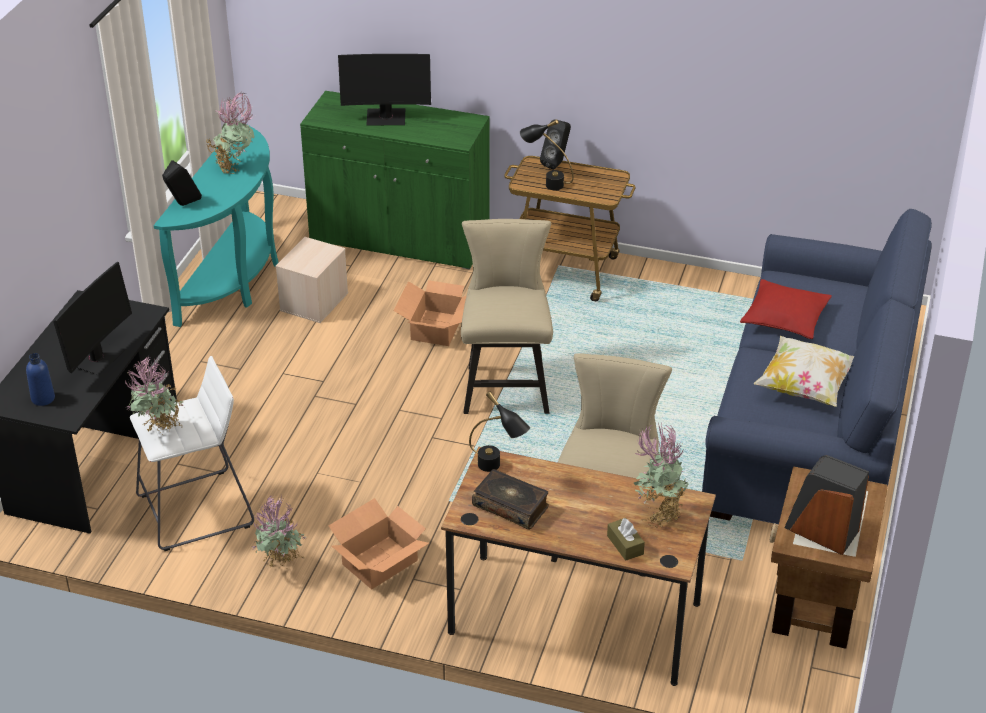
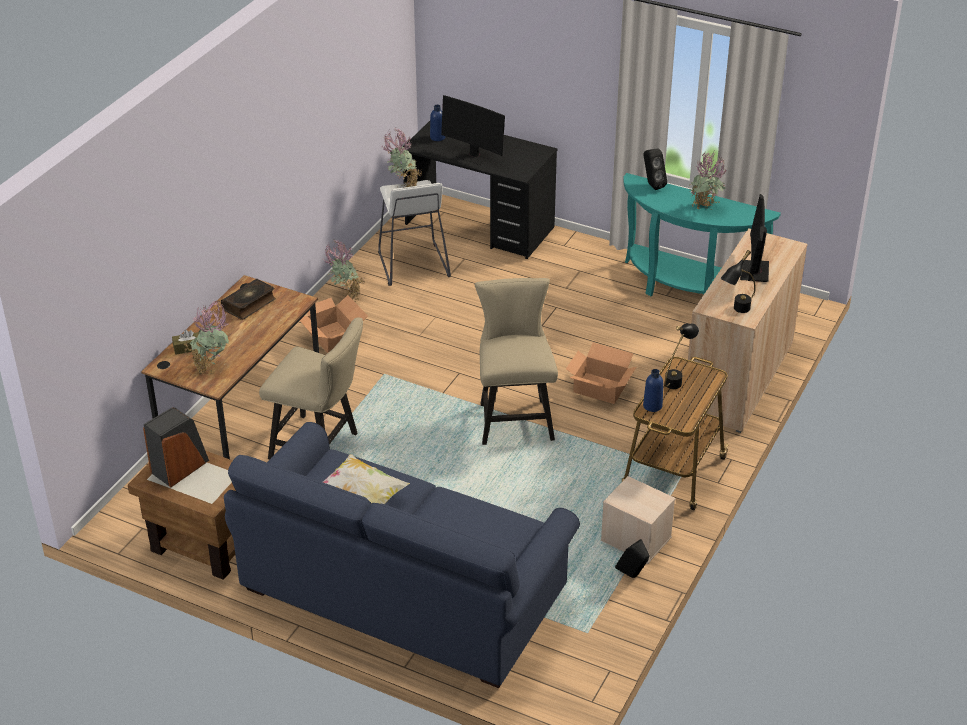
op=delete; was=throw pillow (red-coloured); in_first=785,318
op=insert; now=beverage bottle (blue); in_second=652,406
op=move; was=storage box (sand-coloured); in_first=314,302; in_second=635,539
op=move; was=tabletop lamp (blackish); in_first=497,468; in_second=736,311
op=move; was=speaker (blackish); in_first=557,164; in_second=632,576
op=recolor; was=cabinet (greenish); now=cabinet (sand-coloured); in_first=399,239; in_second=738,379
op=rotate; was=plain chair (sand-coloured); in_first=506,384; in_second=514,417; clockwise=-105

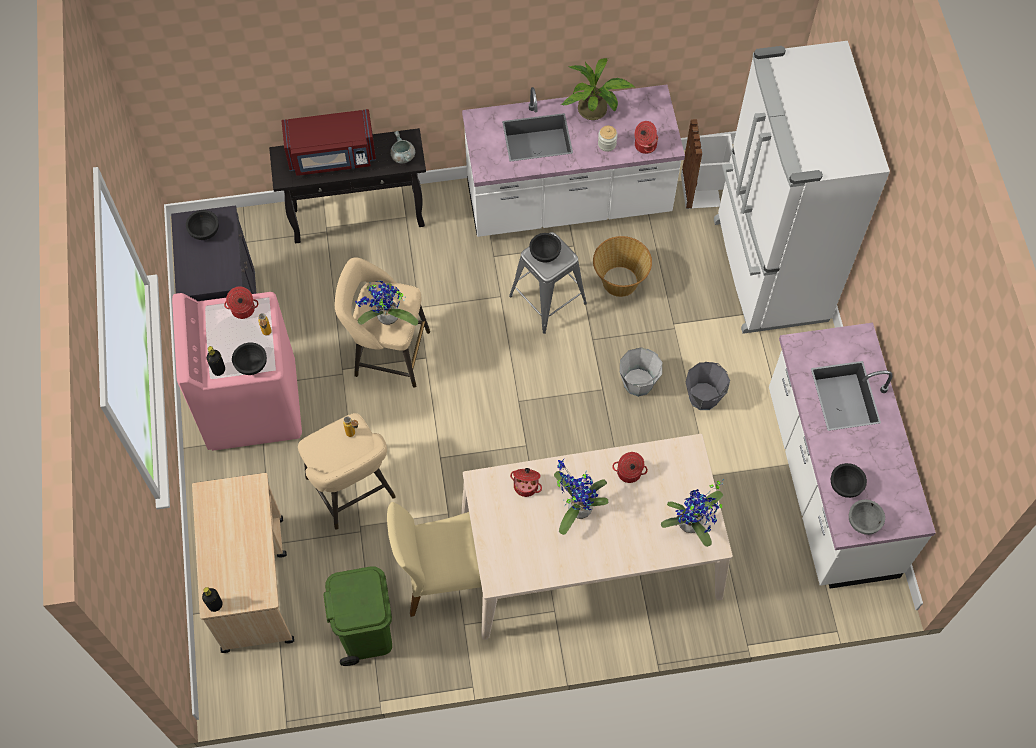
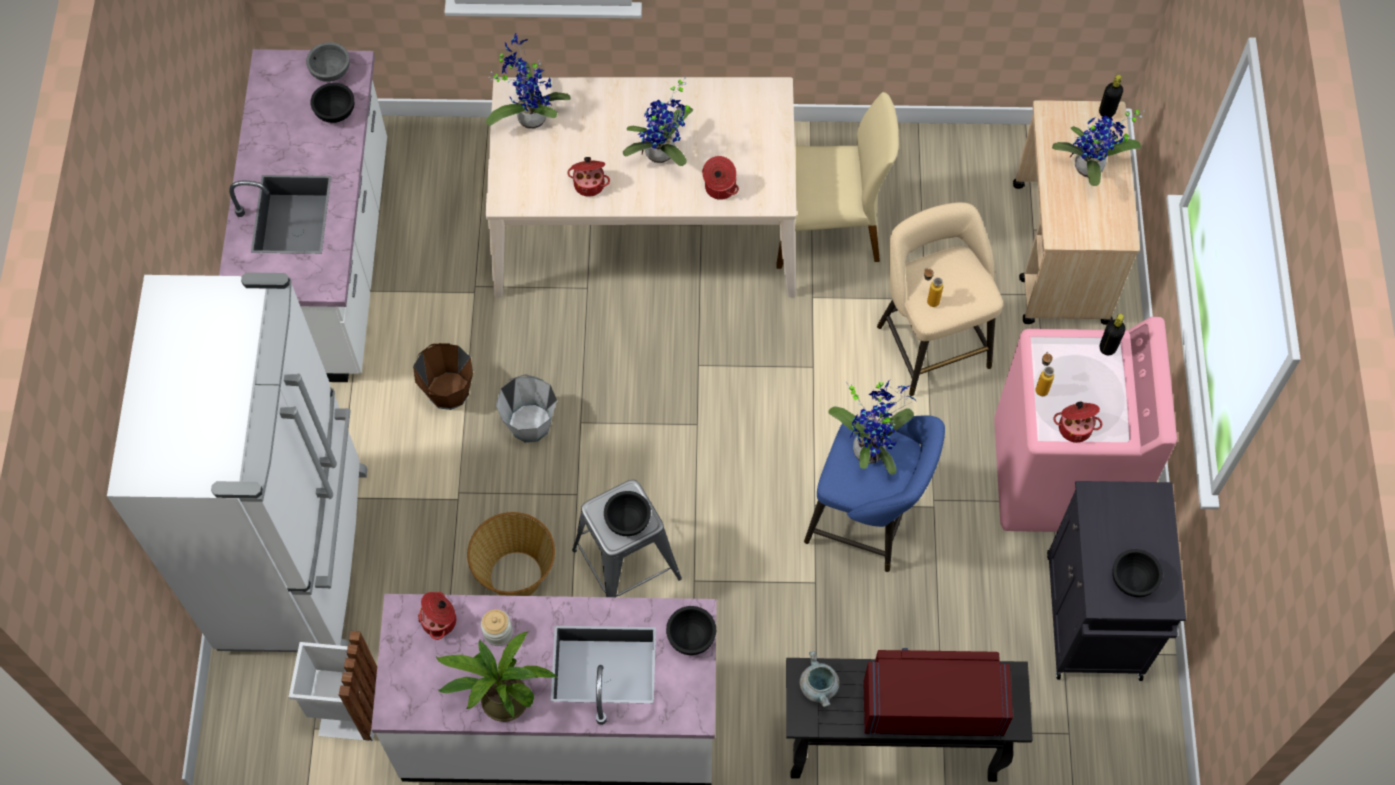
op=delete; was=rubbish bin (greenish); in_first=366,632
op=insert; now=houseplant; in_second=1090,170
op=move; was=serving bowl (blackish); in_first=251,364; in_second=691,637
op=recolor; was=stool (sand-coloured); now=stool (blue); in_first=387,353; in_second=868,520
op=recolor; was=water bucket (greyish); now=water bucket (brown-coloured); in_first=704,397; in_second=448,391

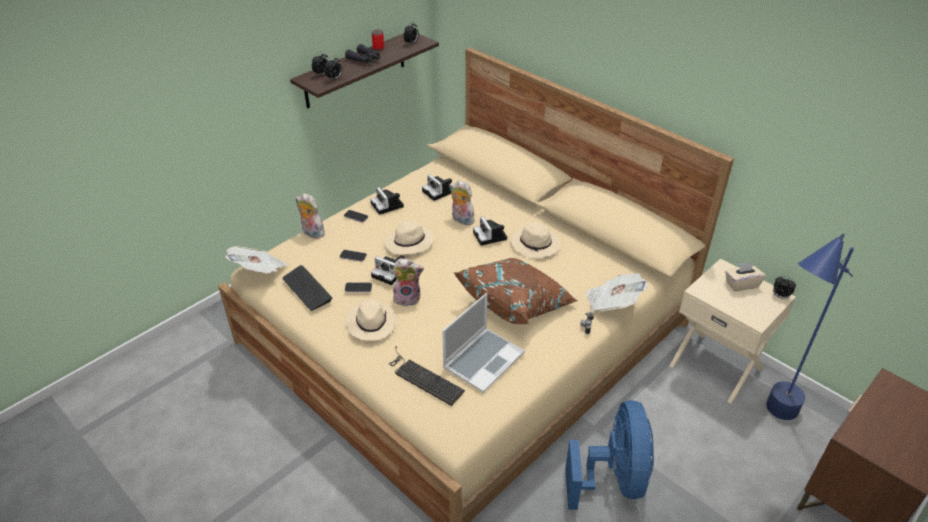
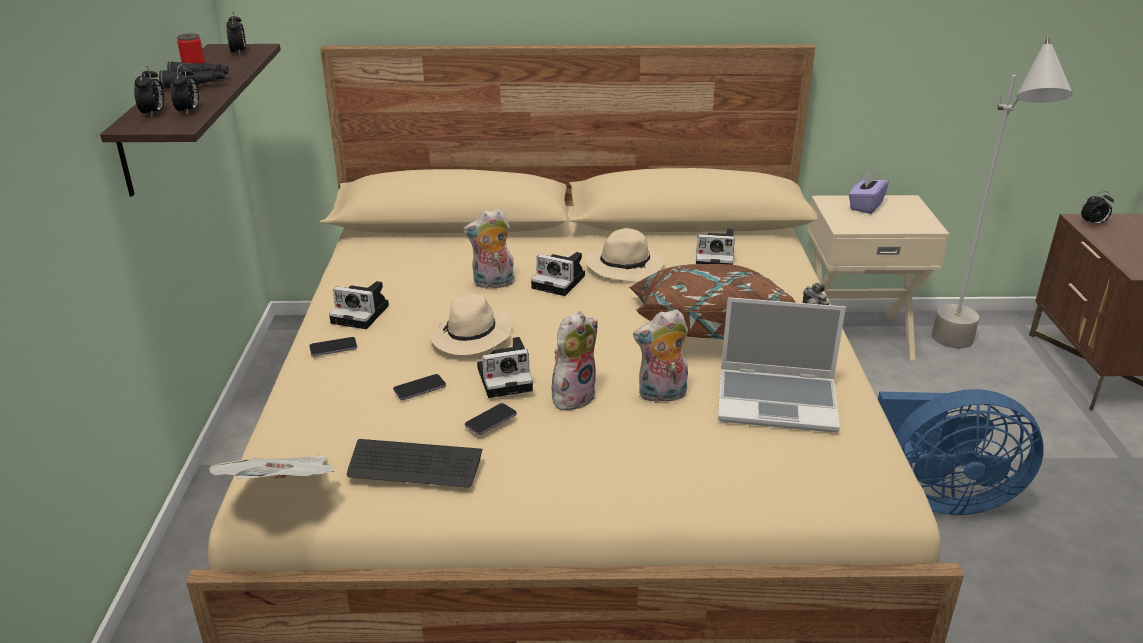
op=delete; was=hat (sand-coloured); in_first=370,323
op=delete; was=PC keyboard; in_first=423,377
op=delete; was=newspaper; in_first=612,303
op=move; was=soft toy; in_first=311,233; in_second=661,395
op=move; was=photo camera; in_first=439,192; in_second=716,259
op=move; was=table clock; in_first=780,296; in_second=1093,224
op=recolor; was=box of tissues (sand-coloured); now=box of tissues (purple-coloured); in_first=741,284; in_second=865,206
op=recolor; was=floor lamp (blue); now=floor lamp (greyish); in_first=767,421; in_second=961,356
op=rotate; was=portable computer; in_first=483,359; in_second=778,401; clockwise=105
op=rotate; was=fan (blue); in_first=613,479; in_second=940,496; clockwise=135

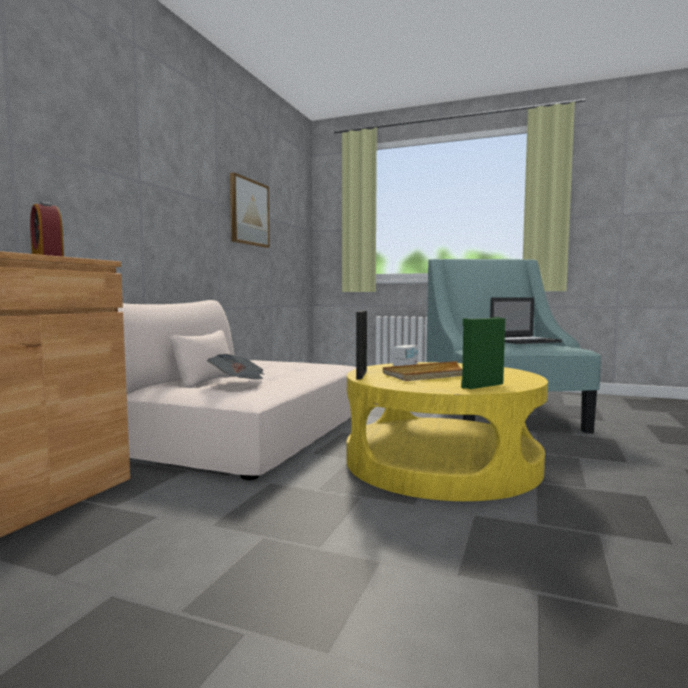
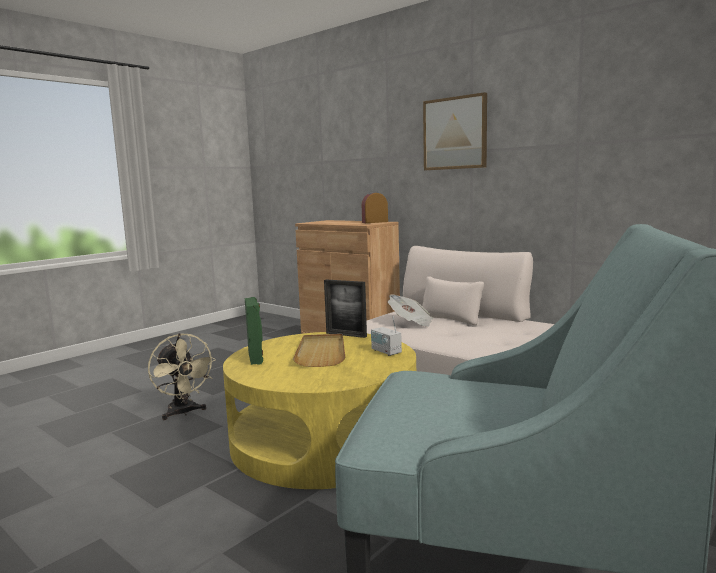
op=delete; was=portable computer; in_first=525,341
op=insert; now=fan (sand-coloured); in_second=183,413
op=move; was=wall picture; in_first=248,212; in_second=455,133

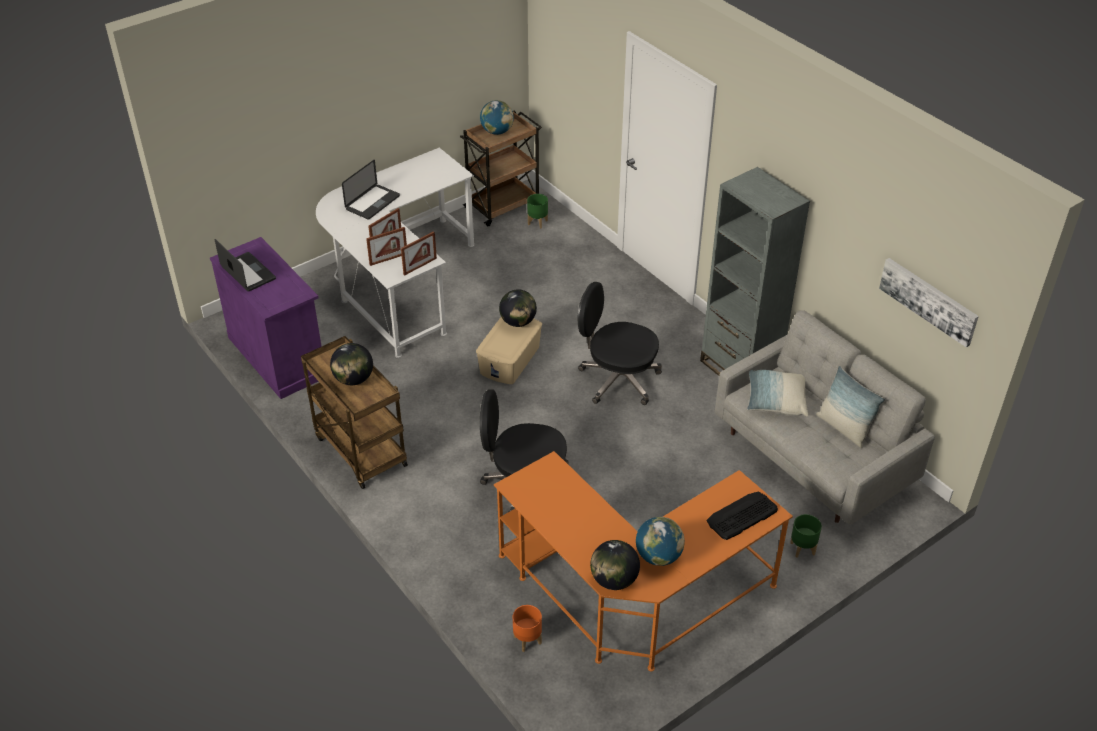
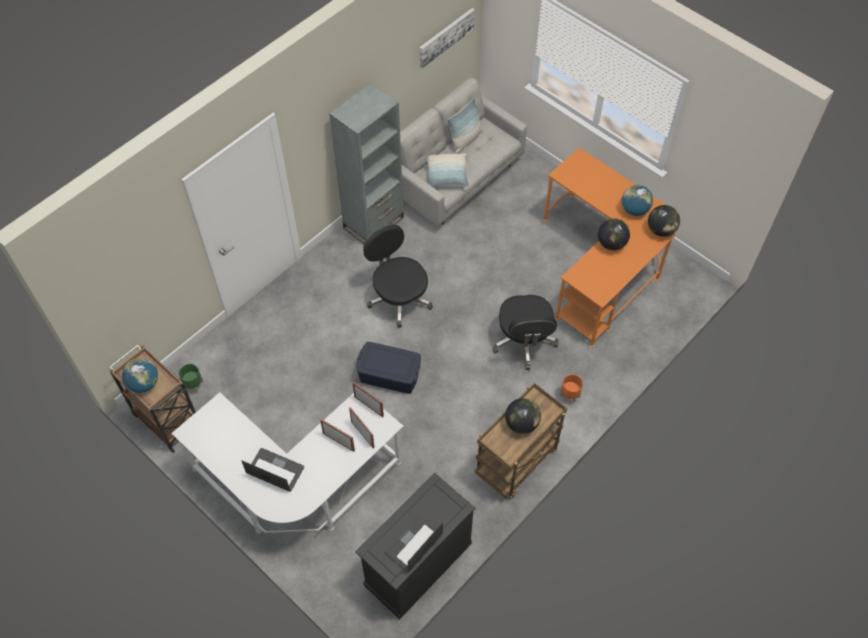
op=delete; was=PC keyboard; in_first=741,516
op=delete; was=flower pot (greenish); in_first=802,548
op=move; was=desk globe; in_first=518,322; in_second=611,243
op=move; was=flower pot (orange-coloured); in_first=527,639; in_second=569,396
op=recolor; was=cabinet (purple-coloured); now=cabinet (blackish); in_first=278,356; in_second=417,563
op=recolor; was=storage box (sand-coloured); now=storage box (blue); in_first=510,360; in_second=389,374
op=rotate; was=office chair (blackish); in_first=617,379; in_second=399,298; clockwise=135

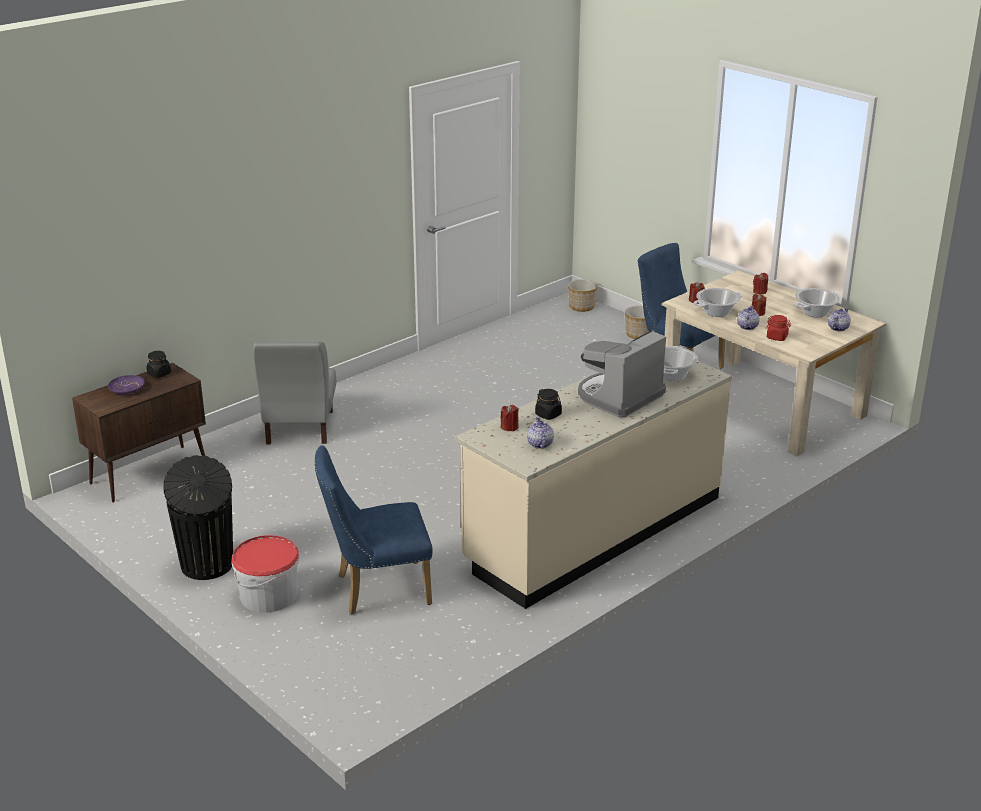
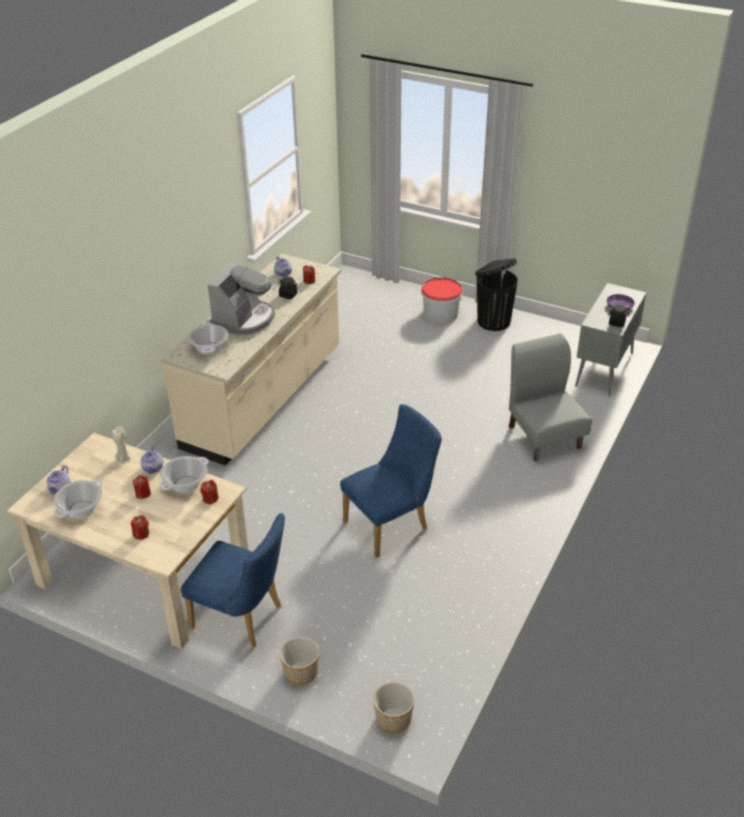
op=move; was=plain chair (blue); in_first=376,589; in_second=391,524
op=replace; was=storage jar (red-coloured); now=wax candle (sand-coloured); in_first=777,337; in_second=123,459
op=recolor; was=cabinet (brown-coloured); now=cabinet (greyish); in_first=150,473; in_second=604,370

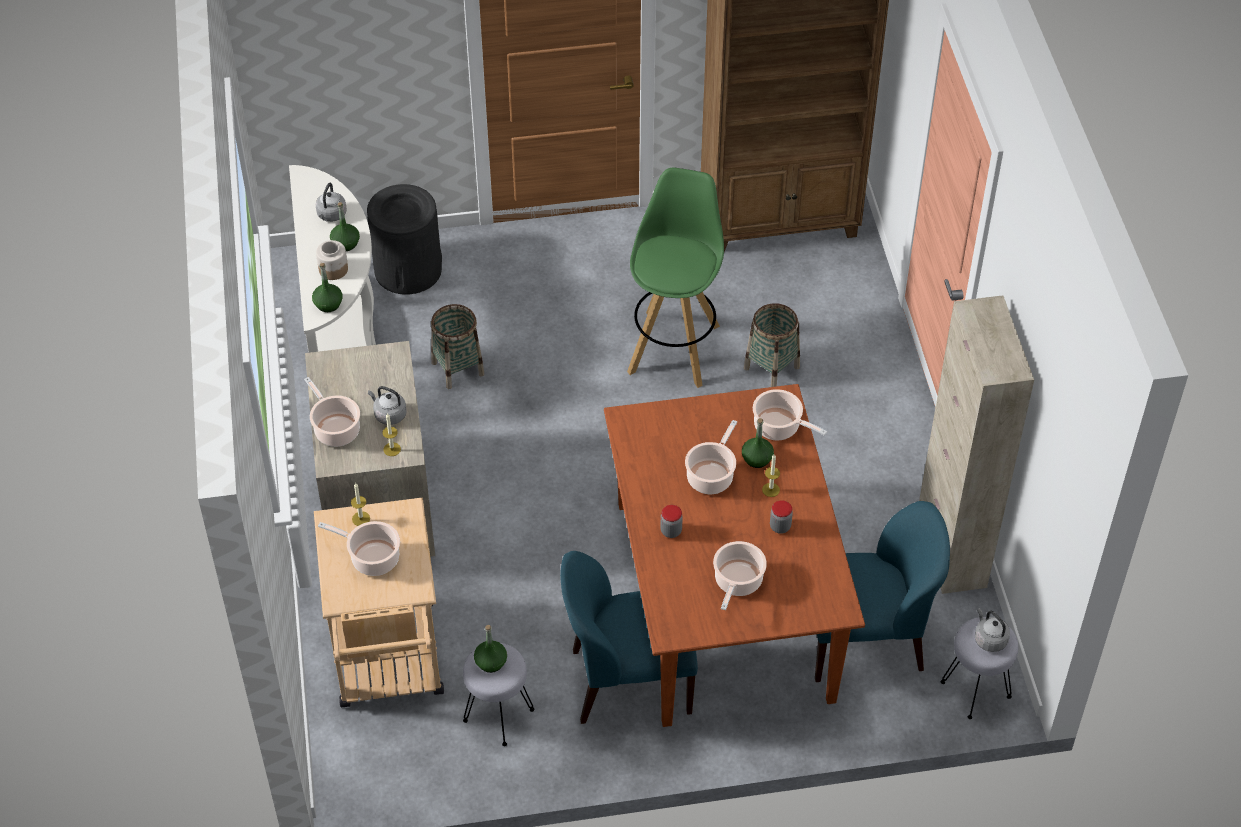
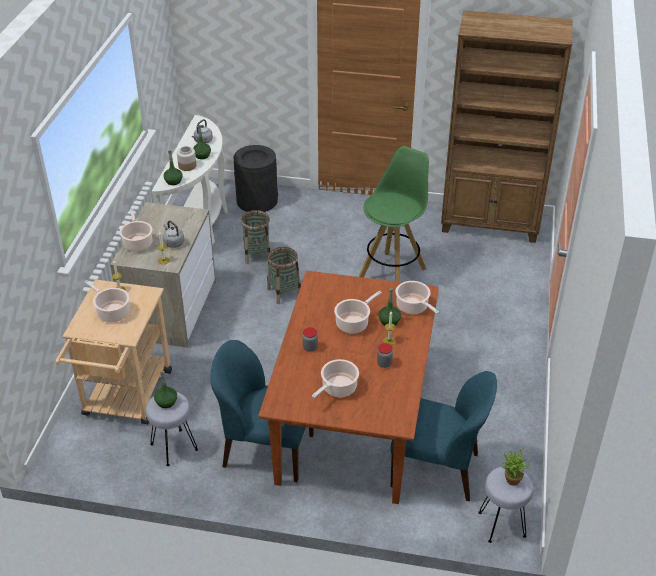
op=delete; was=cabinet (sand-coloured); in_first=951,549
op=move; was=basket; in_first=771,367; in_second=284,292
op=replace; was=water kettle (greyish); now=houseplant; in_first=989,639; in_second=511,482

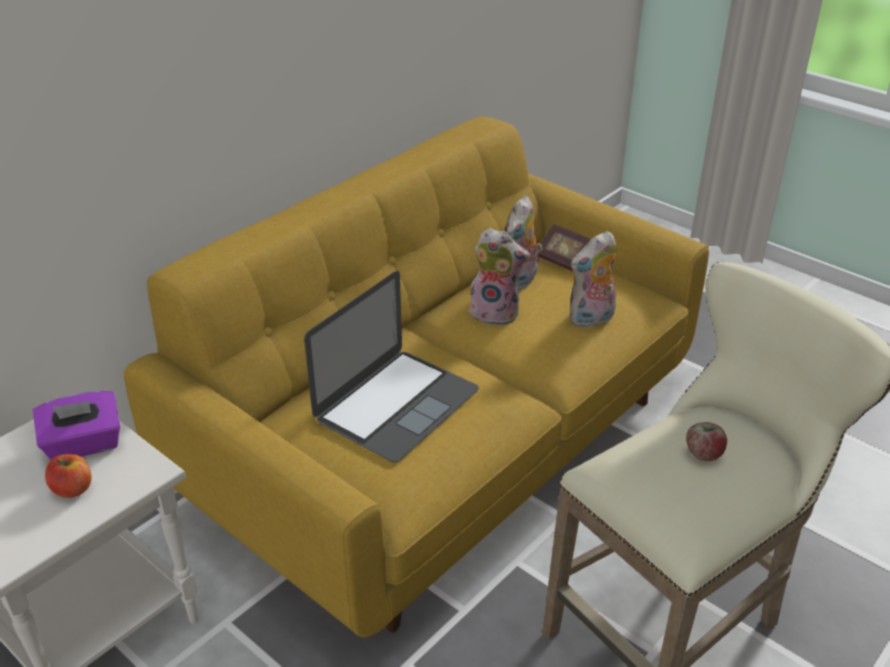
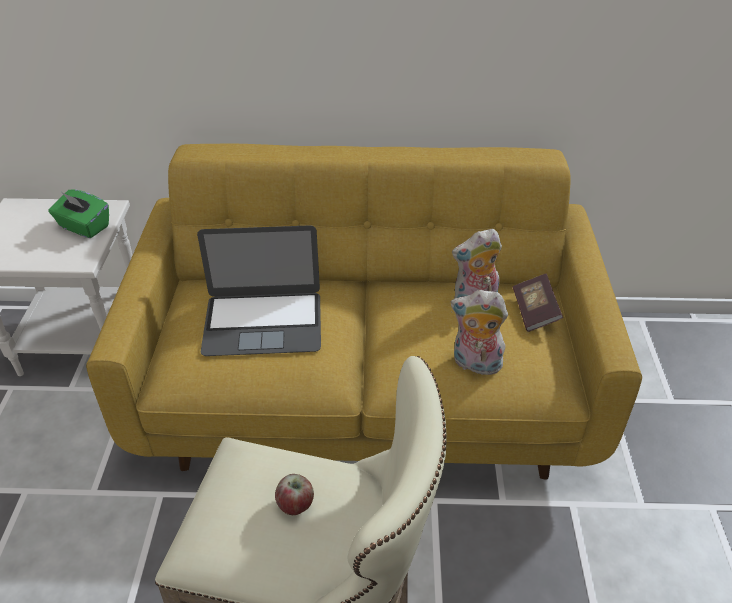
op=delete; was=apple; in_first=73,489
op=delete; was=soft toy; in_first=496,313
op=recolor; was=box of tissues (purple-coloured); now=box of tissues (greenish); in_first=84,445; in_second=84,227

